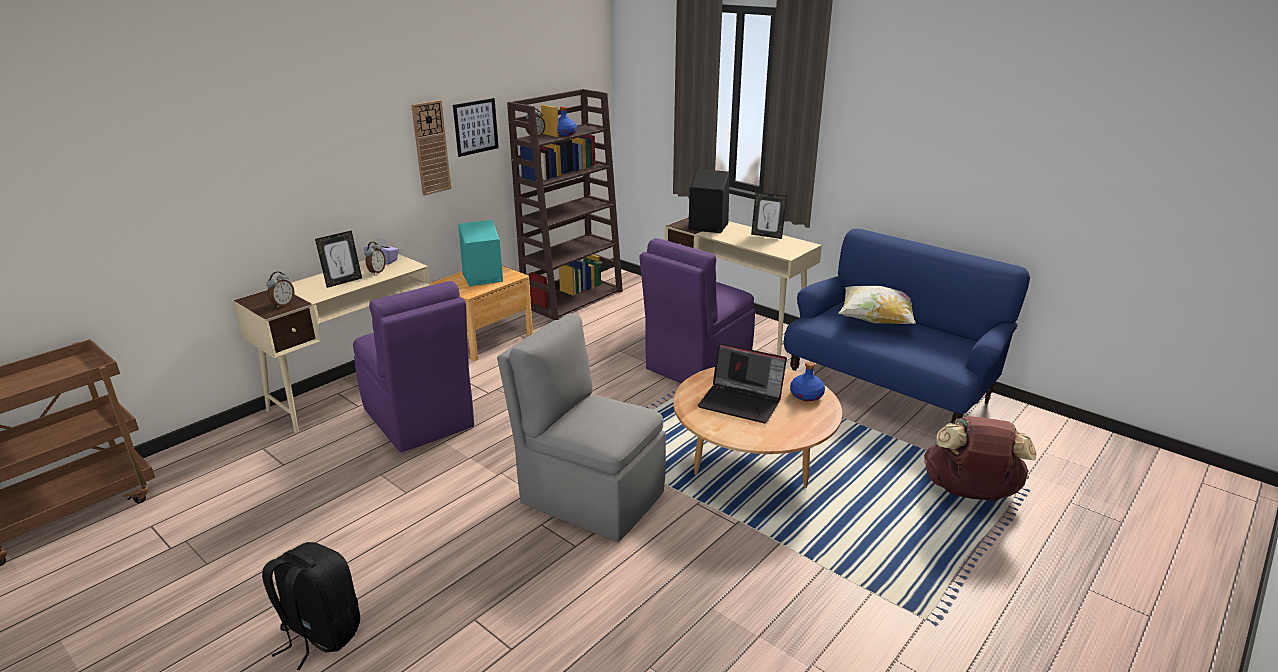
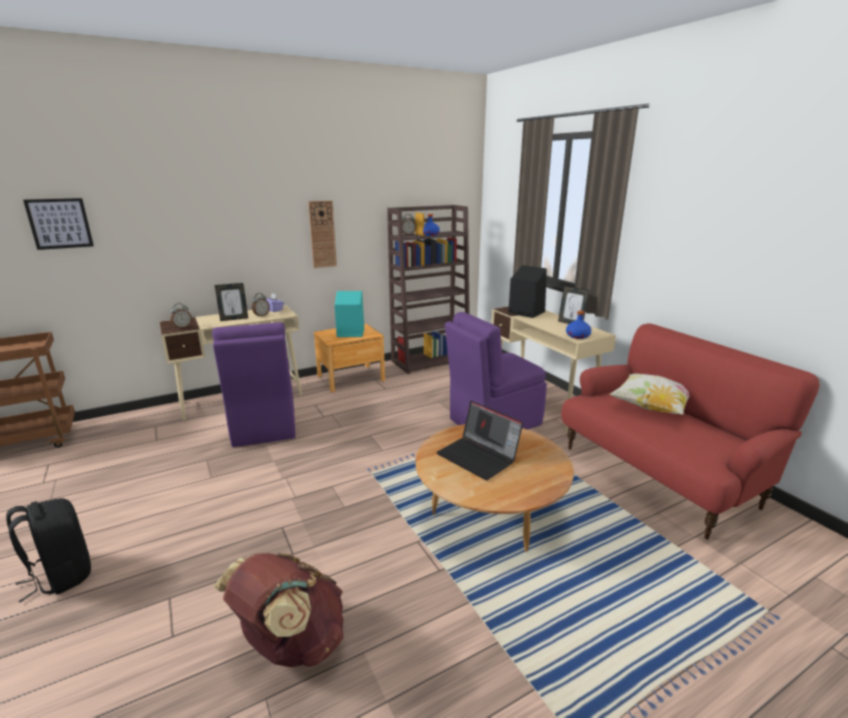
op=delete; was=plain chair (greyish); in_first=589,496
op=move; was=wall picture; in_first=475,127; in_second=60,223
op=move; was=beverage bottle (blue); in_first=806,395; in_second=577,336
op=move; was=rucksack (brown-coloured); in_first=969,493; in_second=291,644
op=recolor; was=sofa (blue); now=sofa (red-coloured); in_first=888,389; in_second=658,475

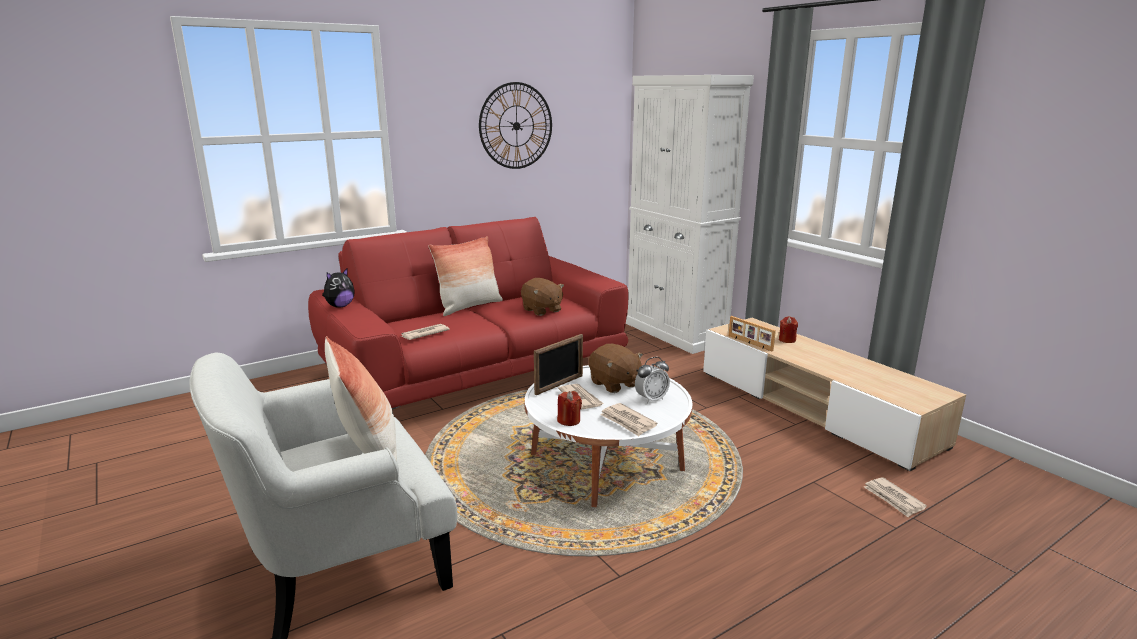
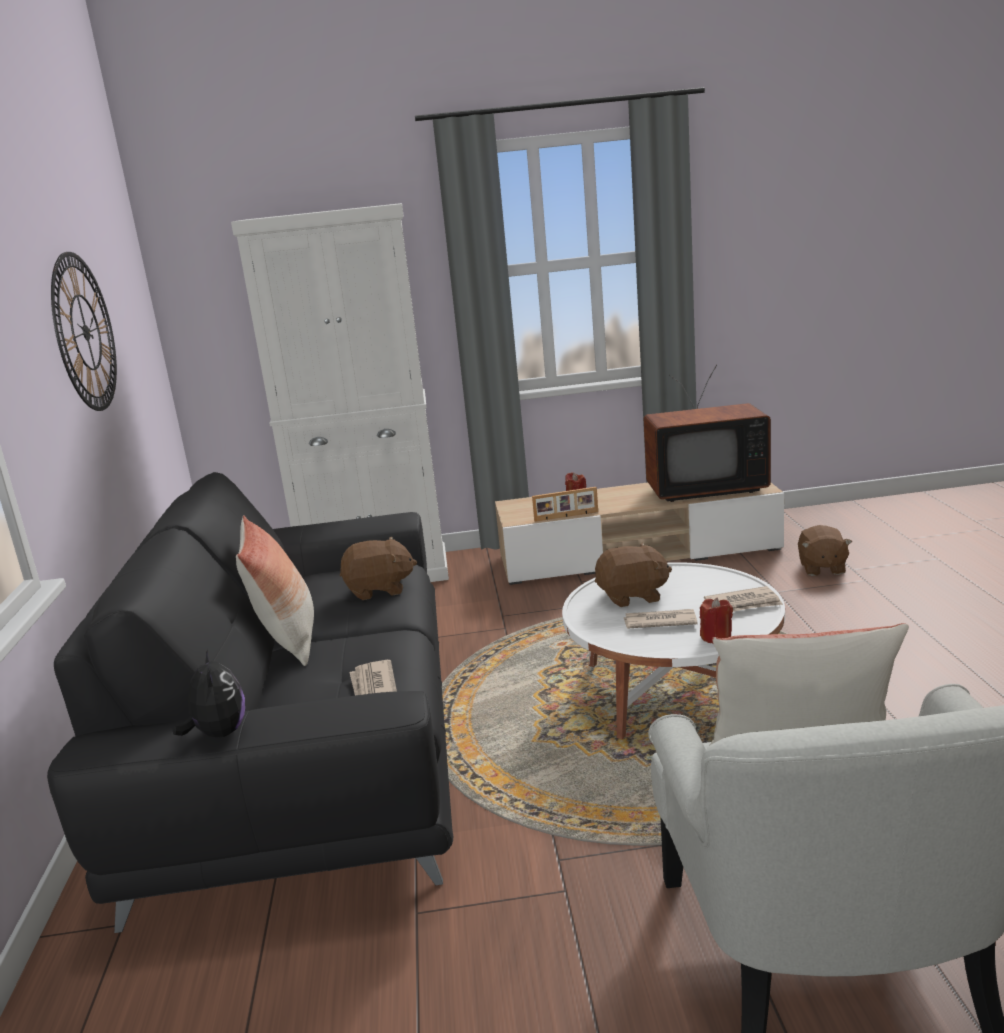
op=delete; was=standing frame; in_first=559,385
op=delete; was=table clock; in_first=651,399
op=insert; now=TV; in_second=703,489
op=replace; was=newspaper; now=soft toy (brown-coloured); in_first=893,499; in_second=821,568
op=recolor; was=sofa (red-coloured); now=sofa (blackish); in_first=476,371; in_second=310,746

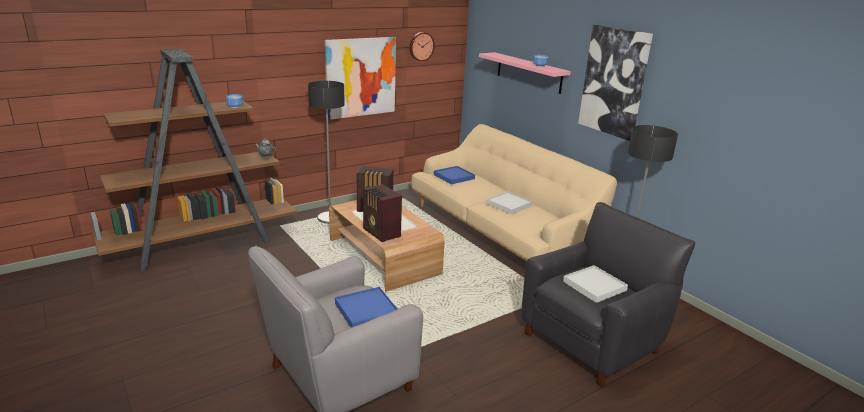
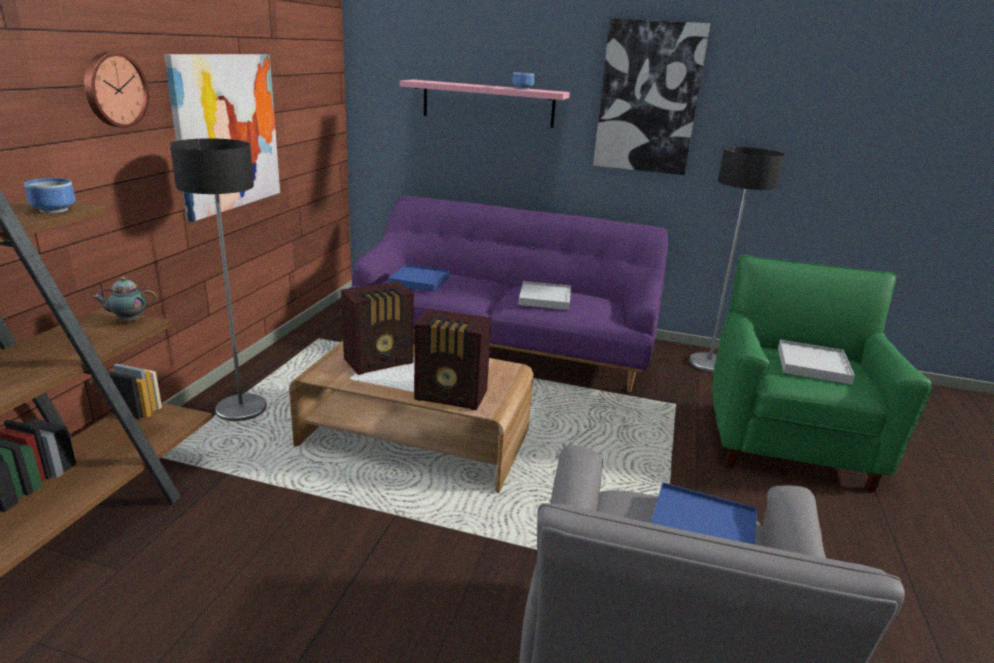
op=move; was=hanging clock; in_first=421,46; in_second=114,90
op=recolor; was=sofa (sand-coloured); now=sofa (purple-coloured); in_first=499,230; in_second=503,343
op=recolor; was=lounge chair (blackish); now=lounge chair (greenish); in_first=592,342; in_second=788,442

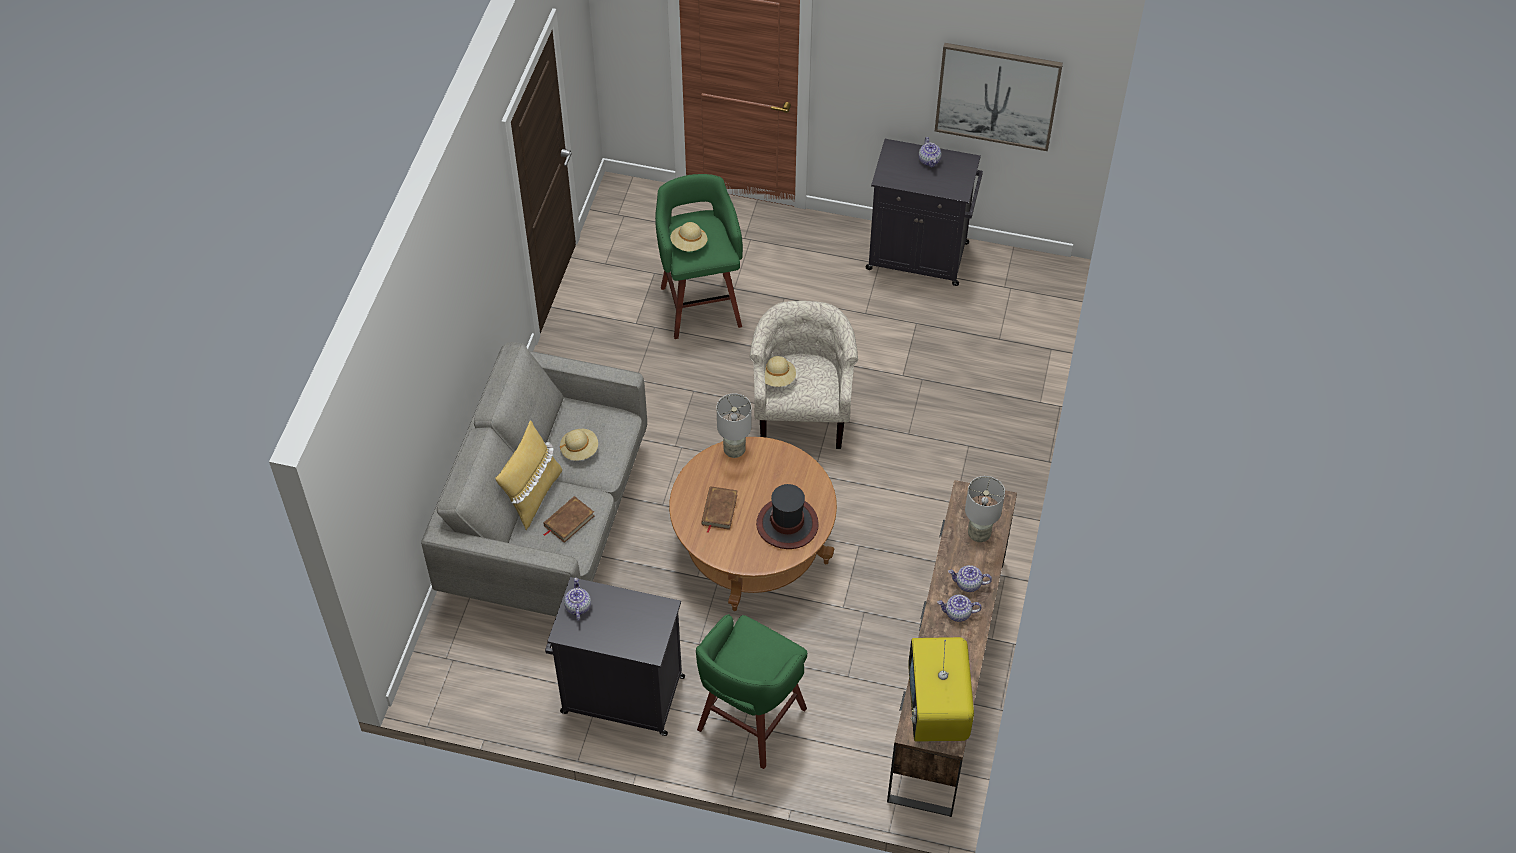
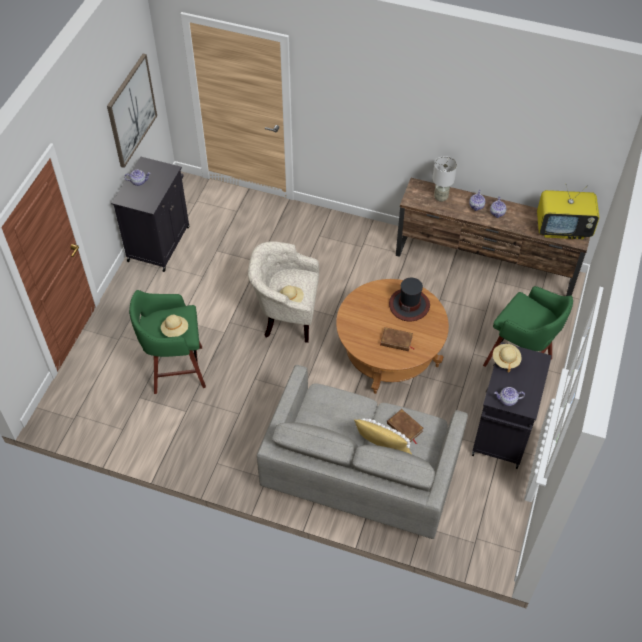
op=delete; was=tabletop lamp (greyish); in_first=735,451
op=move; was=hat (sand-coloured); in_first=579,450; in_second=505,360

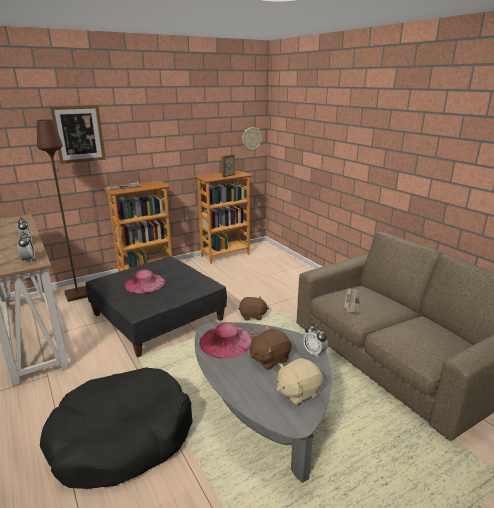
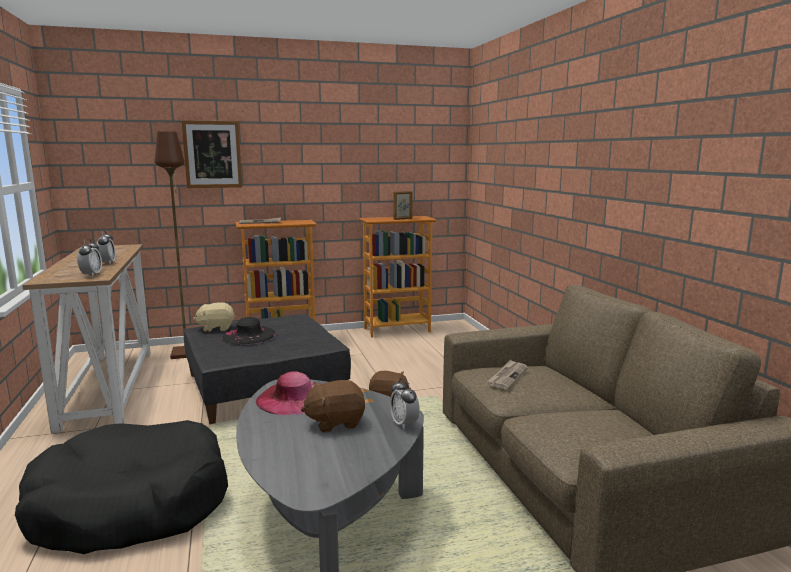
op=delete; was=hanging clock; in_first=251,139
op=move; was=soft toy (sand-coloured); in_first=298,392; in_second=216,328
op=recolor; was=hat (pinkish); now=hat (blackish); in_first=145,283; in_second=249,336

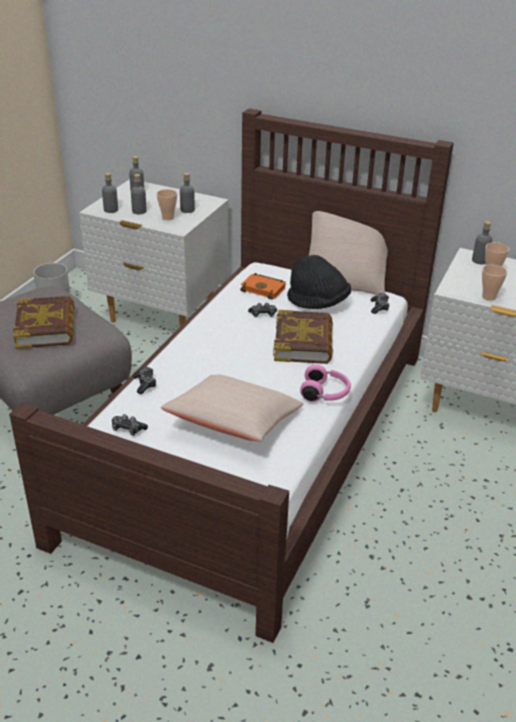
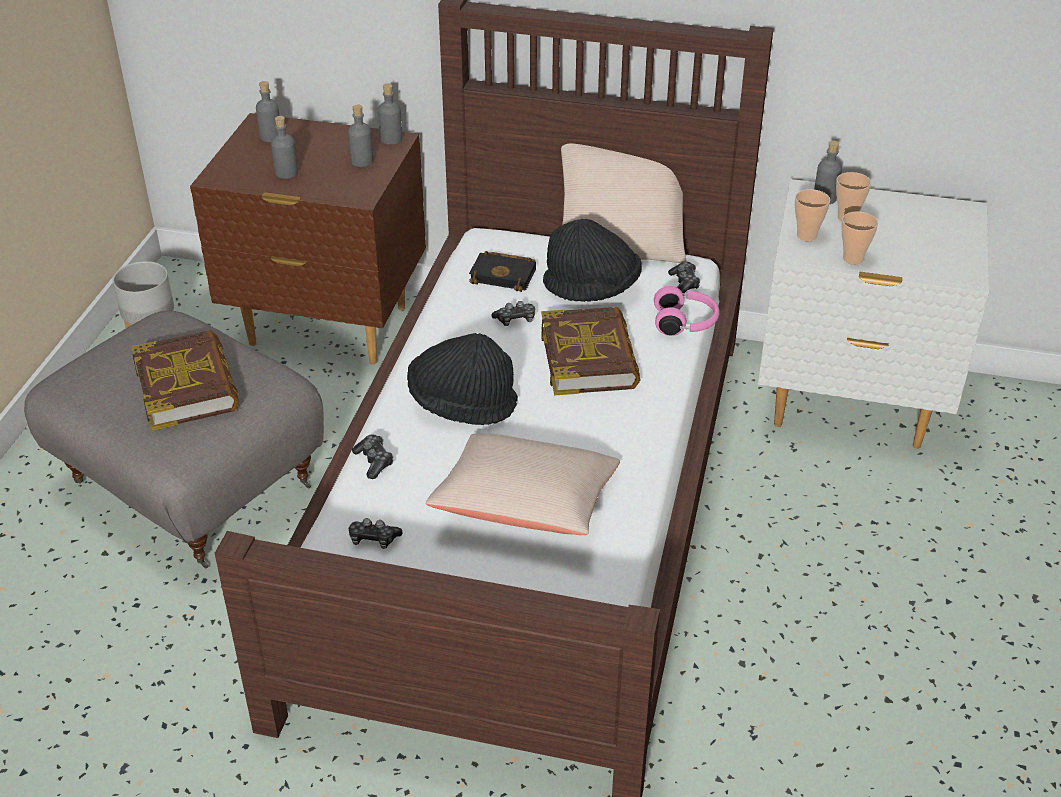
op=insert; now=hat (blackish); in_second=462,403
op=move; was=beverage bottle (greyish); in_first=111,210; in_second=391,139
op=move; was=drinking cup; in_first=168,217; in_second=806,236
op=move; was=headset (pinkish); in_first=325,393; in_second=685,323
op=recolor; was=night table (whitish); now=night table (brown-coloured); in_first=161,317; in_second=328,327
op=recolor; was=bound book (orange-coloured); now=bound book (blackish); in_first=264,289; in_second=505,275

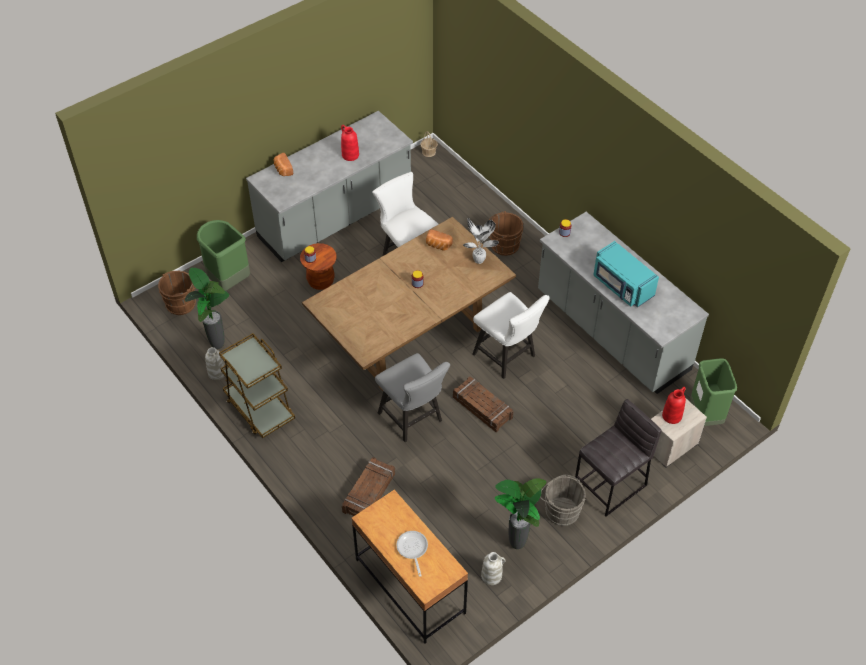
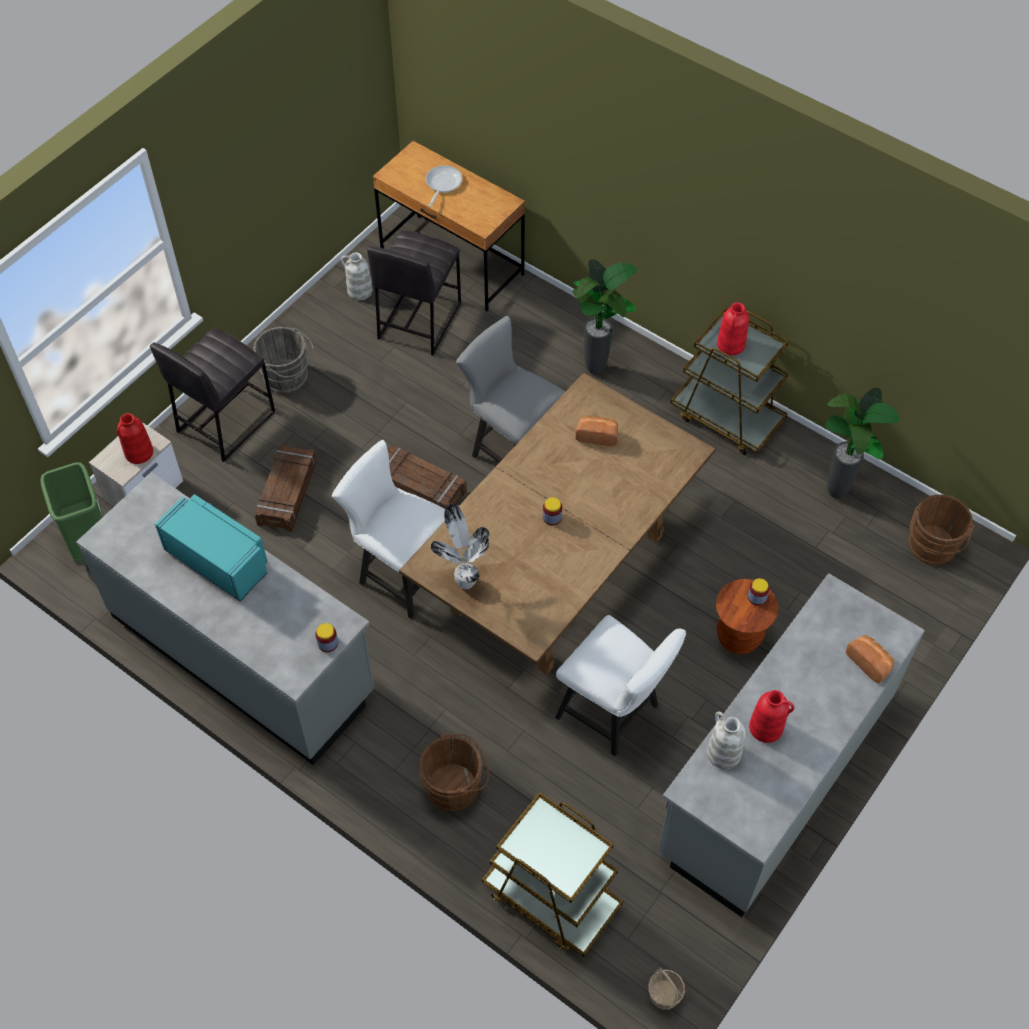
op=delete; was=rubbish bin (greenish); in_first=227,280
op=insert; now=stool (greyish); in_second=418,321
op=insert; now=trolley (brown-coloured); in_second=551,897
op=insert; now=decorative vase (red-coloured); in_second=731,345
op=move; was=decorative vase (whitish); in_first=217,373; in_second=723,753
op=move; was=crate; in_first=368,493; in_second=288,493
op=move; was=bakery bread; in_first=438,245; in_second=597,435
op=move; was=houseplant; in_first=515,544; in_second=597,369
op=rotate; was=skillet; in_first=412,549; in_second=442,184; clockwise=-135

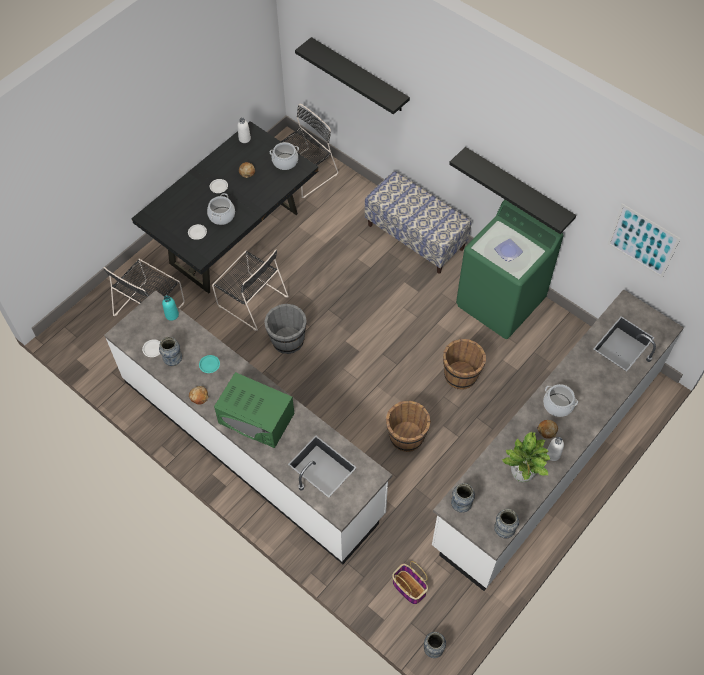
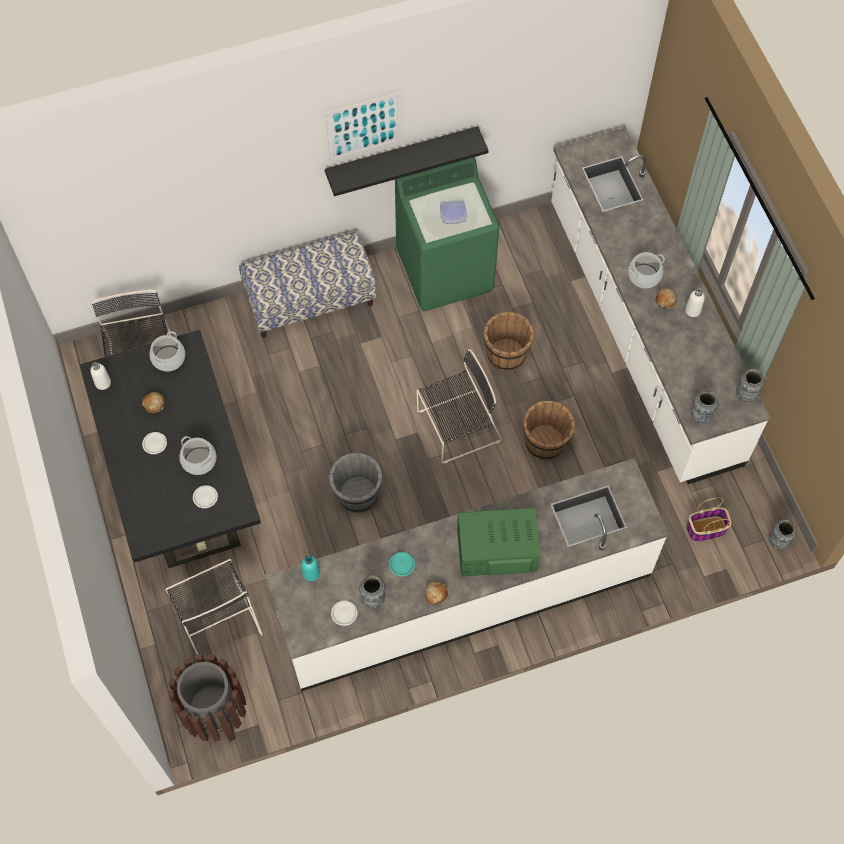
op=delete; was=wall shelf (blackish); in_first=359,75
op=delete; was=houseplant; in_first=521,474
op=insert; now=rubbish bin (brown-coloured); in_second=215,713
op=move; was=plain chair (blackish); in_first=251,300; in_second=456,427
op=move; was=wall picture; in_first=642,241; in_second=364,126
op=rotate; was=microwave oven (greenish); in_first=256,418; in_second=496,550; clockwise=-150

